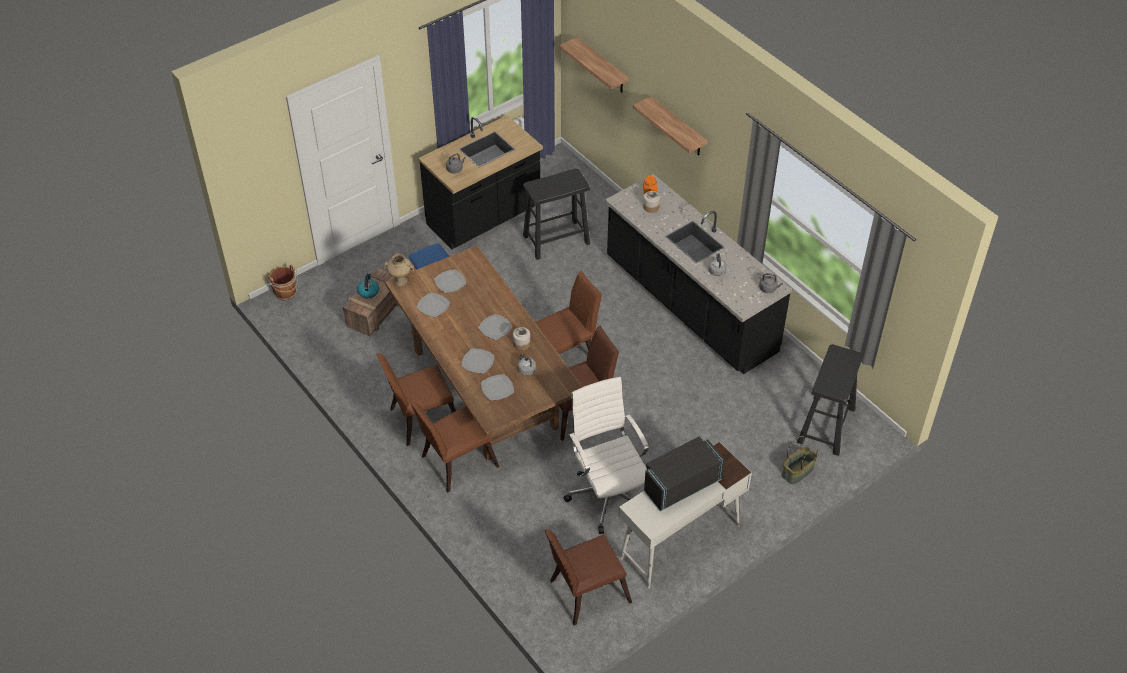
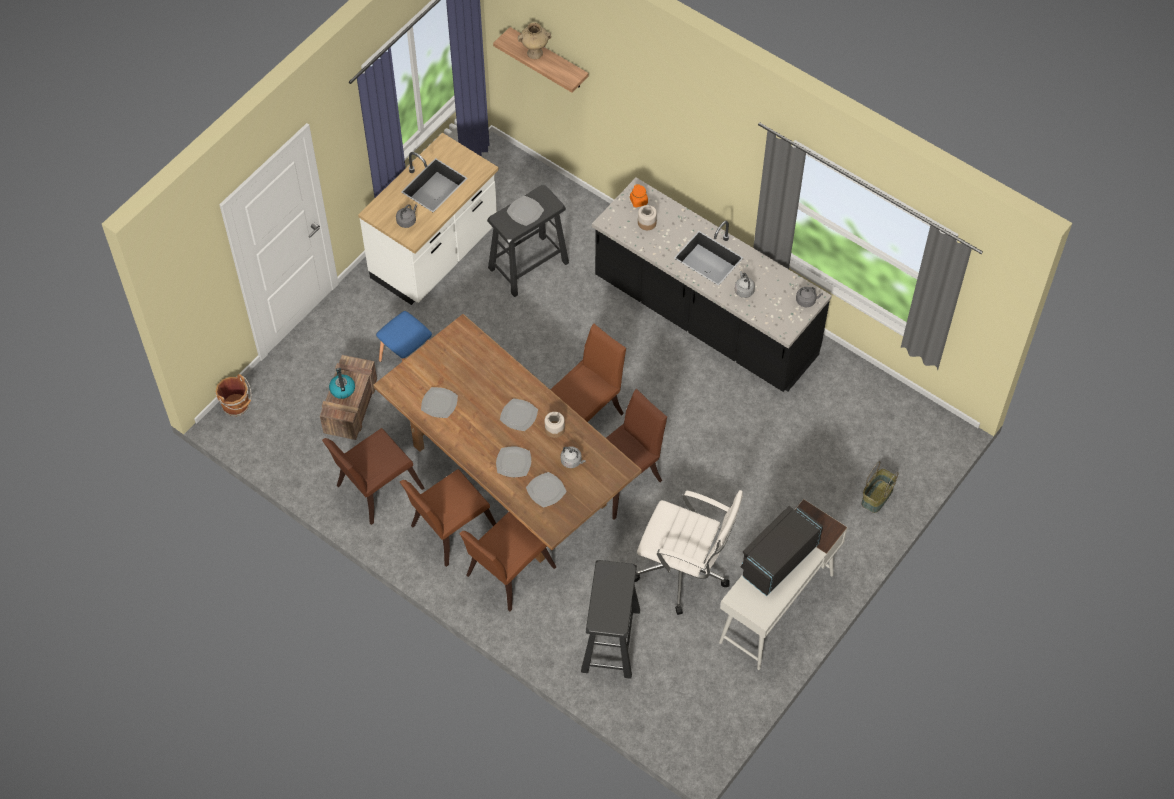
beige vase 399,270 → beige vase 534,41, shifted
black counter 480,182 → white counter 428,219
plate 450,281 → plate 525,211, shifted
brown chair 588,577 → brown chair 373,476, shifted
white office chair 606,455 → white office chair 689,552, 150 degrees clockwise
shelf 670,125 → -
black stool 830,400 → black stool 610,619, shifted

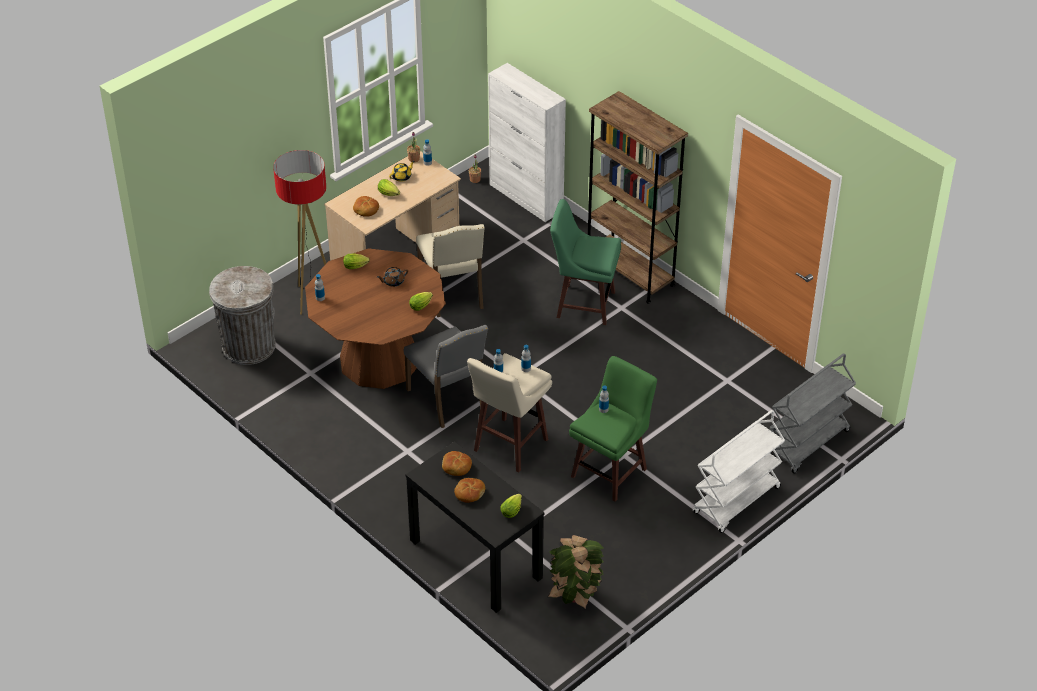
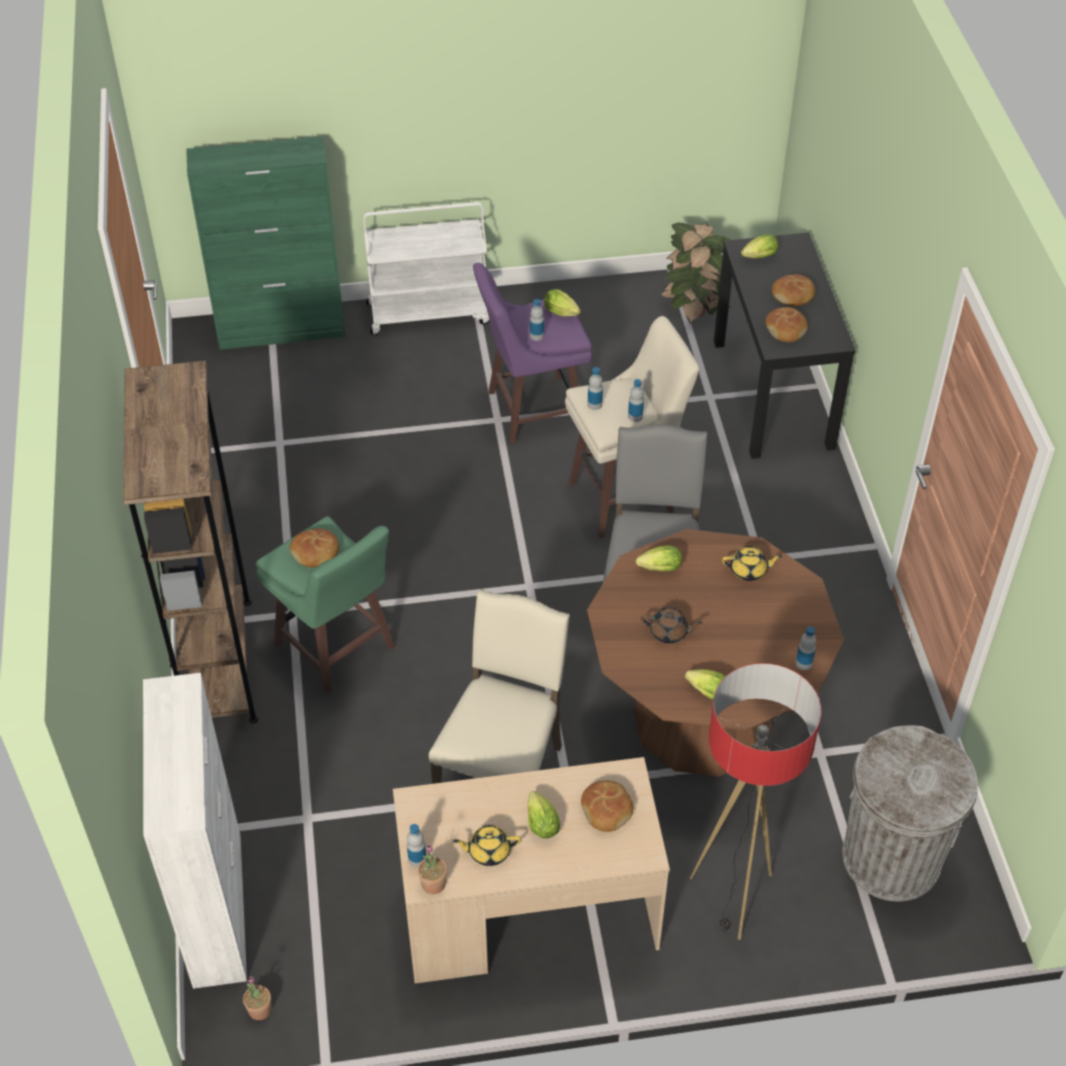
green stool 613,429 → purple stool 532,353
grey cart 812,413 → green cabinet 266,243
- → bread 314,547
- → lettuce 562,303
- → yellow teapot 752,563

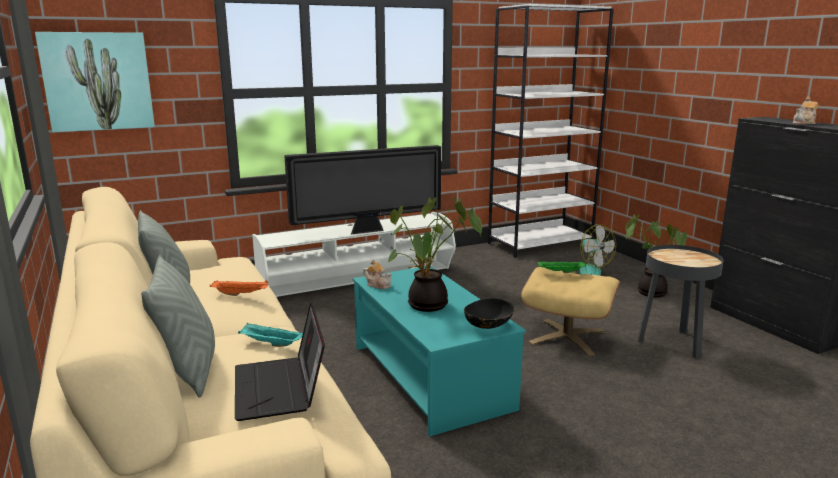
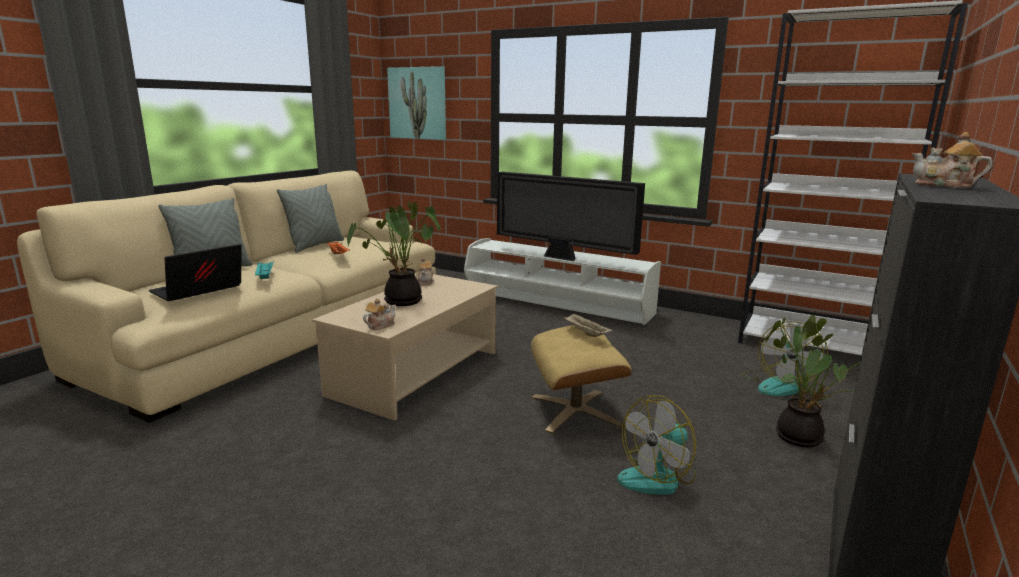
turquoise coffee table 439,351 → beige coffee table 405,347
black bowl 489,313 → teapot 379,314
green tray 561,267 → beige tray 588,325
black side table 680,302 → fan 656,445

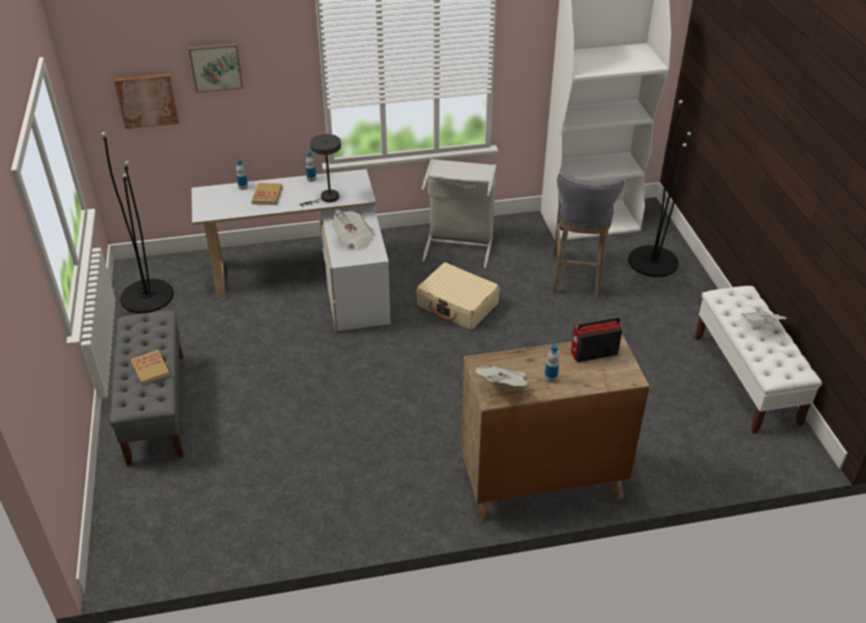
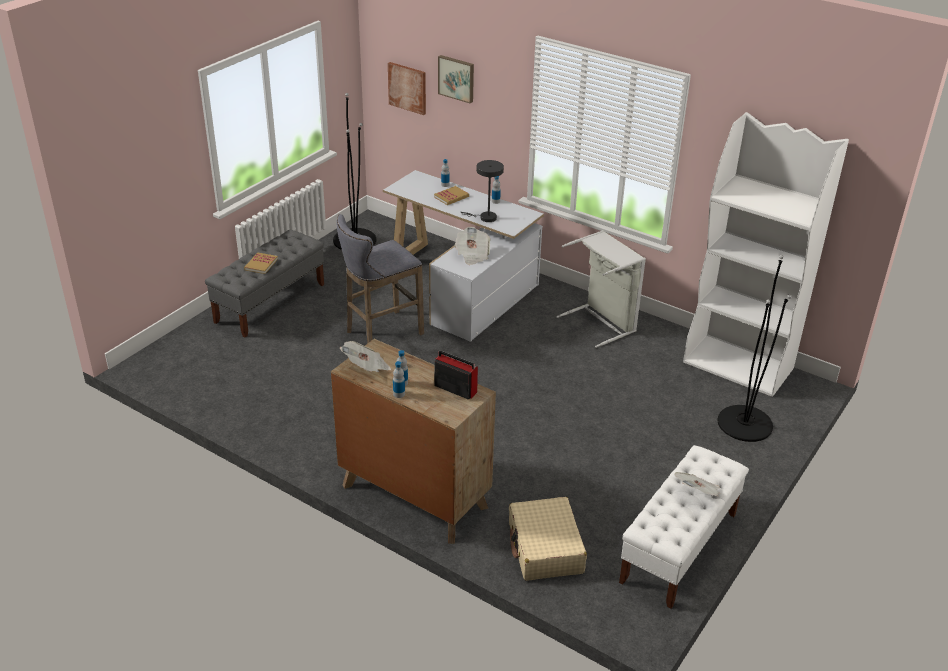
beige suitcase 458,296 → beige suitcase 548,539, shifted
grey stool 588,236 → grey stool 380,279, shifted
- → bottle 399,379

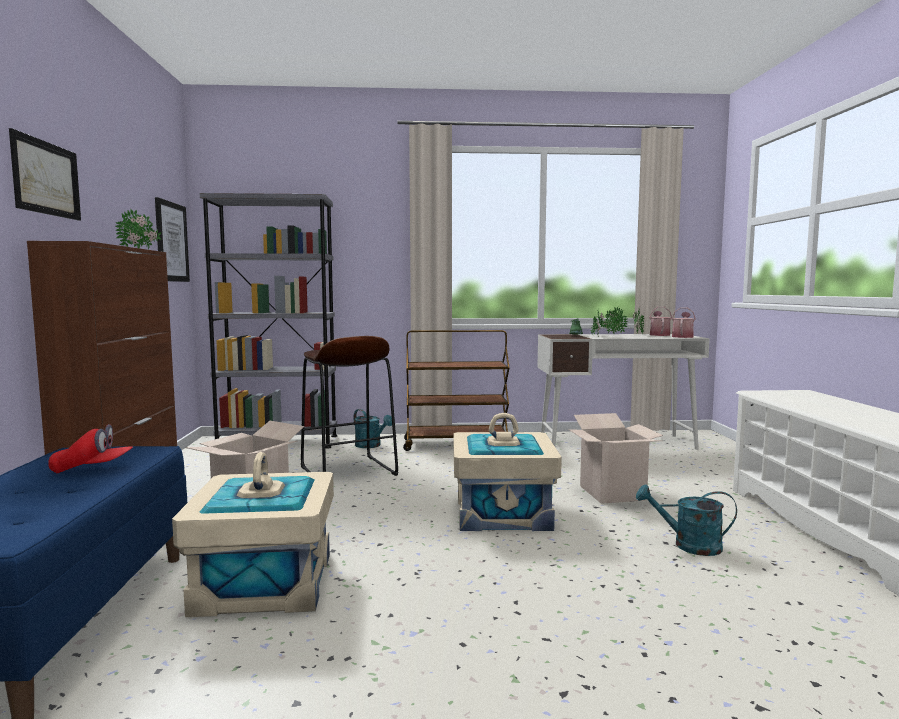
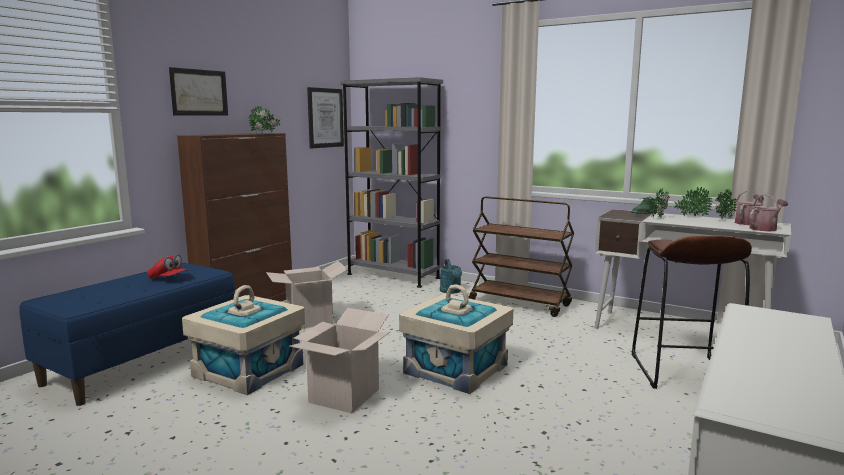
brown stool 350,406 → brown stool 692,312, shifted
cardboard box 615,458 → cardboard box 340,360, shifted
turquoise watering can 686,520 → -

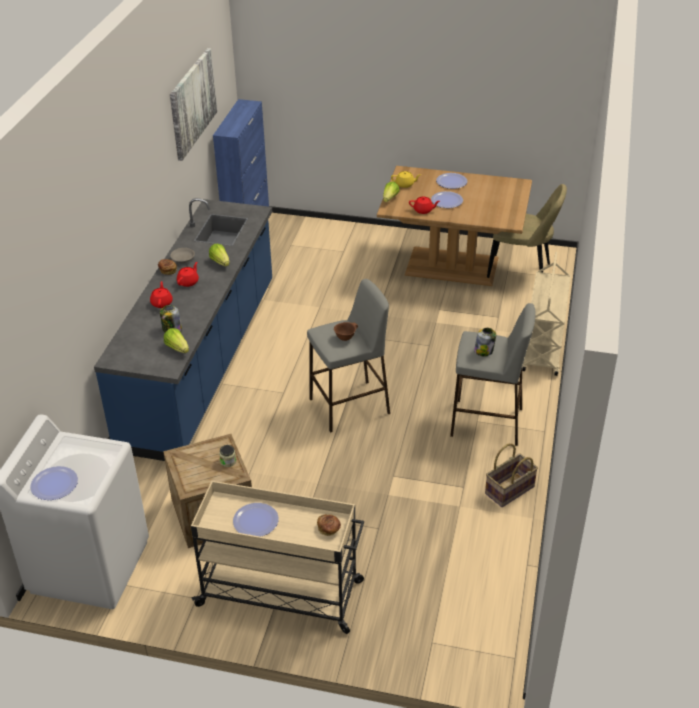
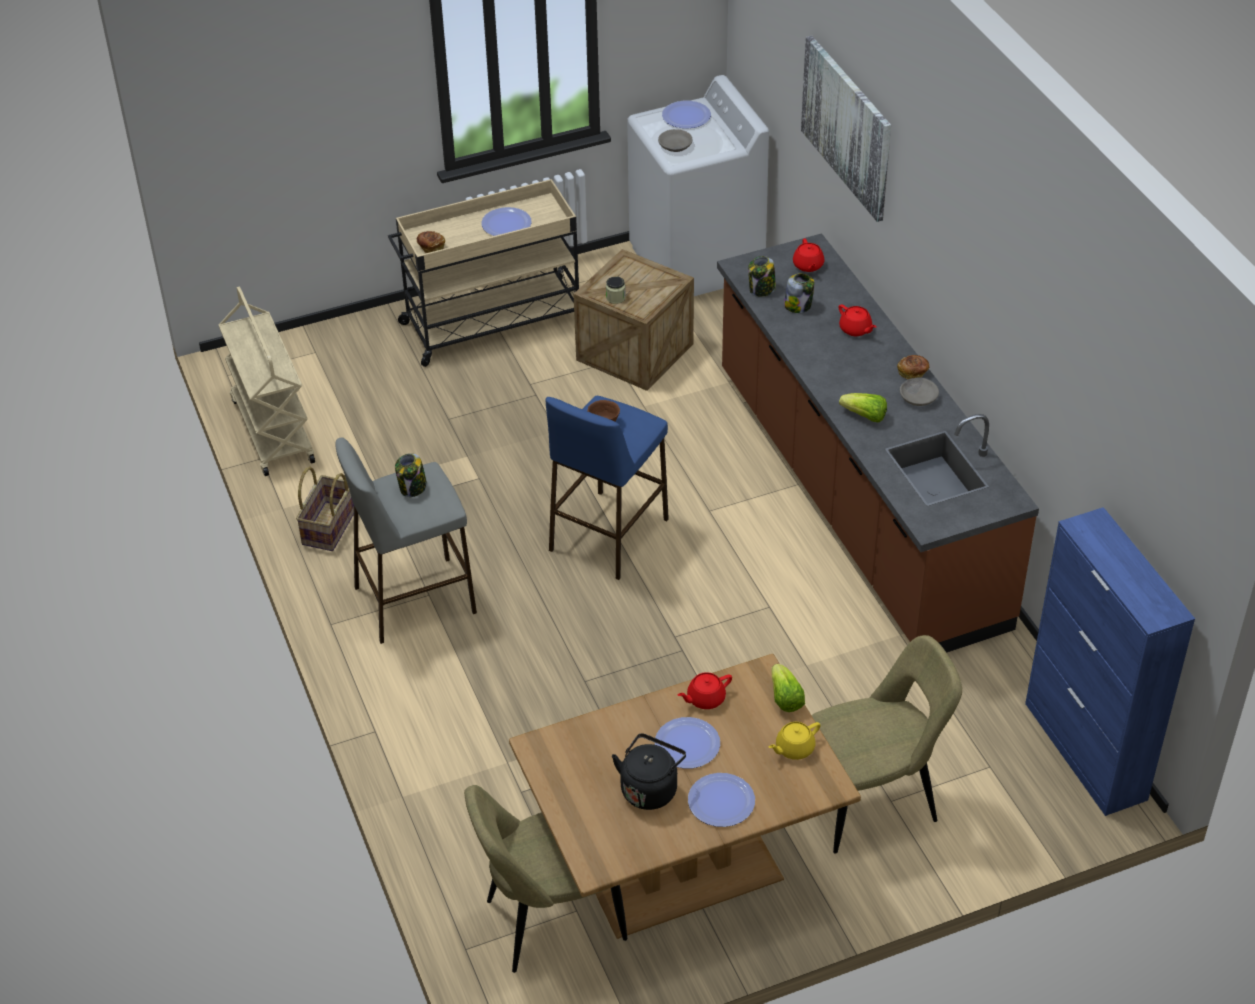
blue counter 183,329 → brown counter 878,443
lettuce 176,340 → jar 762,276
picture 193,104 → picture 846,129, shifted
red teapot 188,274 → red teapot 808,255, shifted
grey stool 348,356 → blue stool 607,488
beige cart 546,314 → beige cart 267,381, shifted
- → black kettle 649,771
- → grey bowl 675,140
- → beige chair 887,744

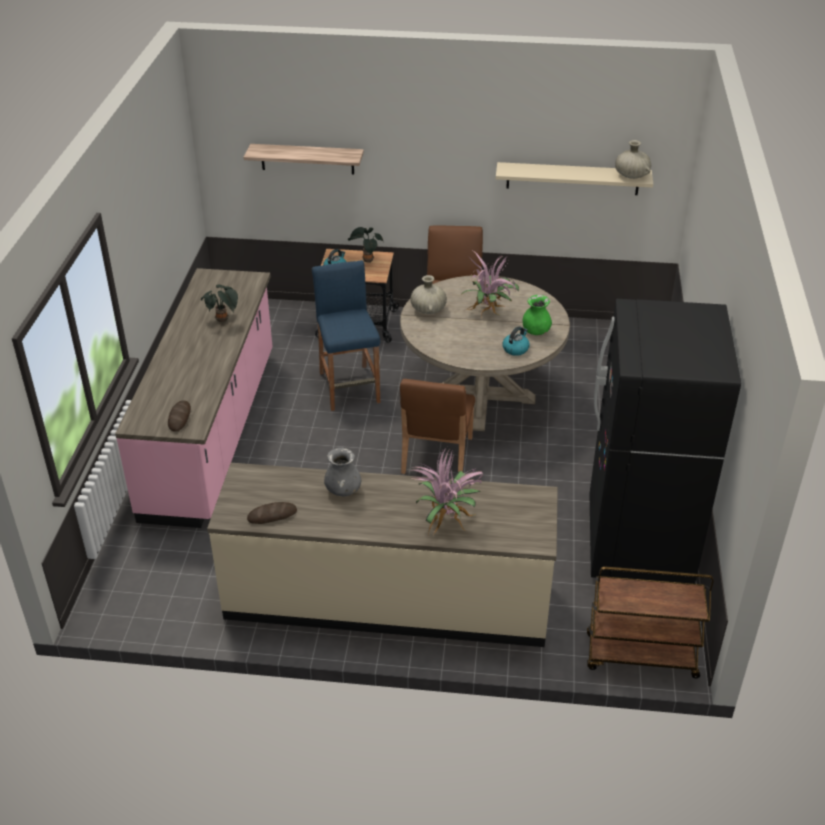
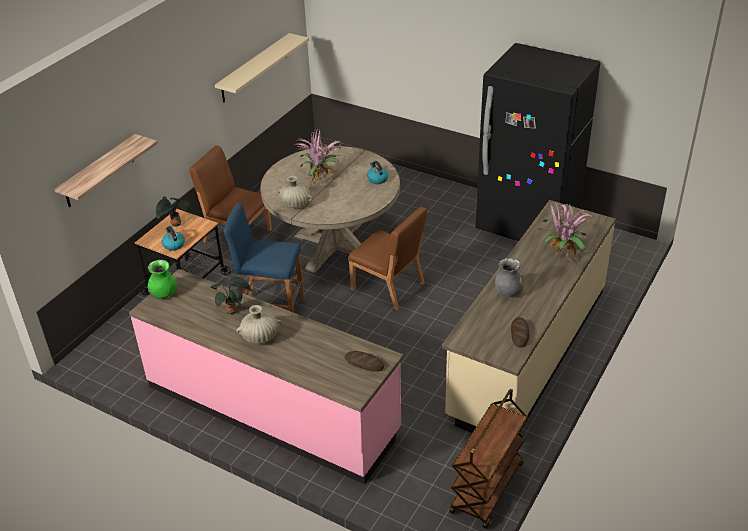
green vase 537,315 → green vase 162,279, shifted
brown cart 650,622 → brown cart 489,459, shifted
beige vase 633,159 → beige vase 259,324, shifted

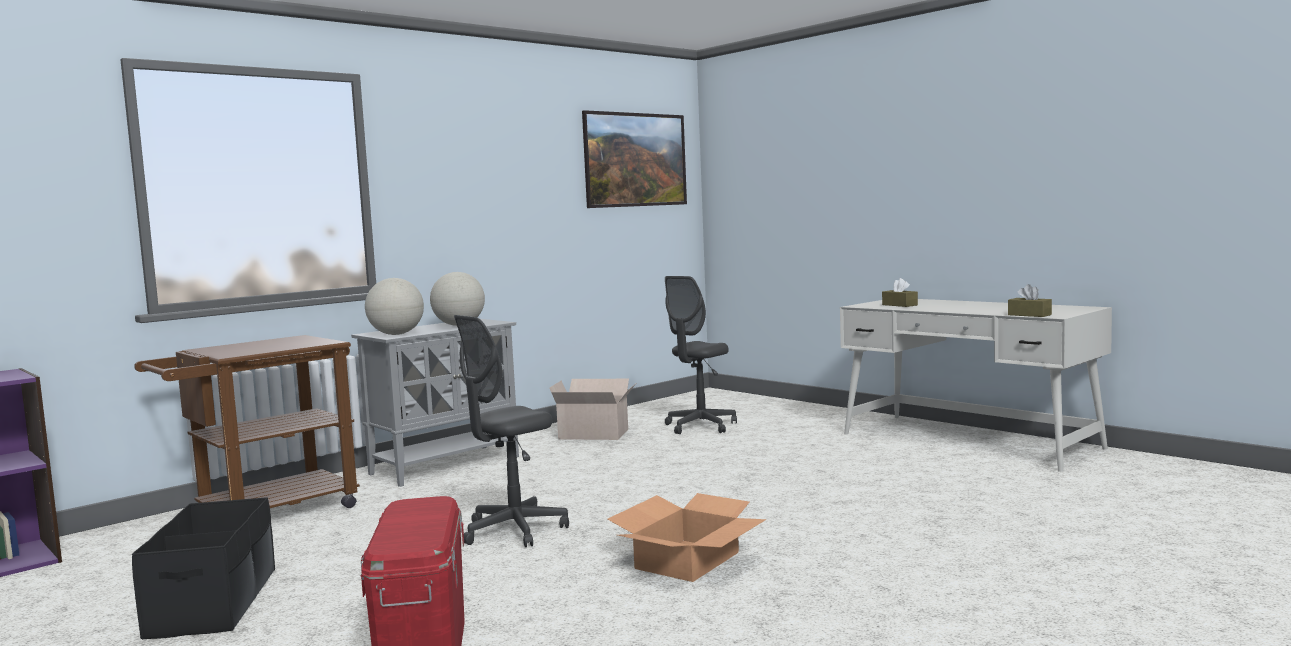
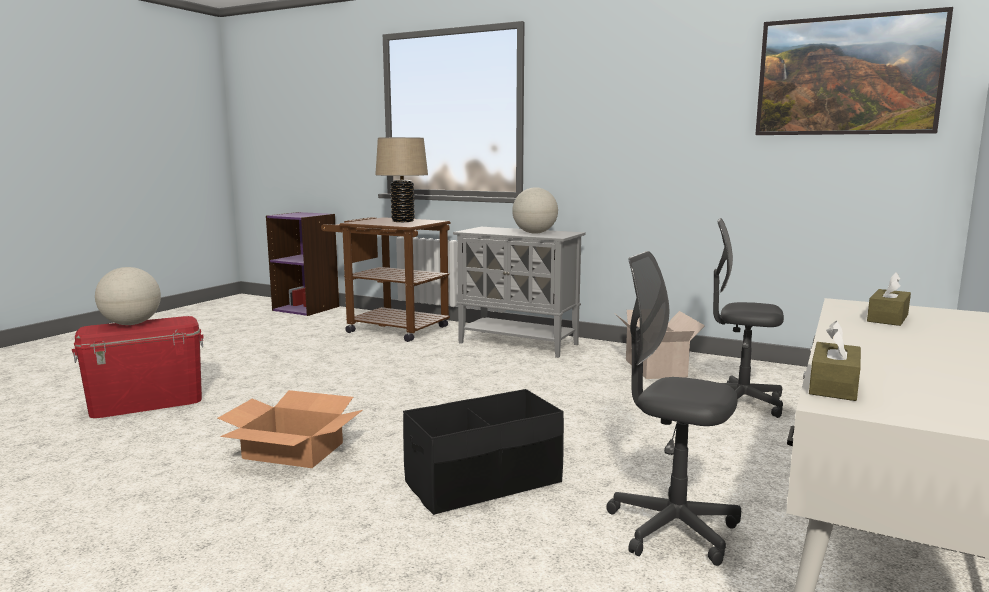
black storage box 203,568 → black storage box 483,452, shifted
globe 394,306 → globe 128,296, shifted
grey office chair 511,431 → grey office chair 673,408, shifted
- → beige table lamp 401,179

